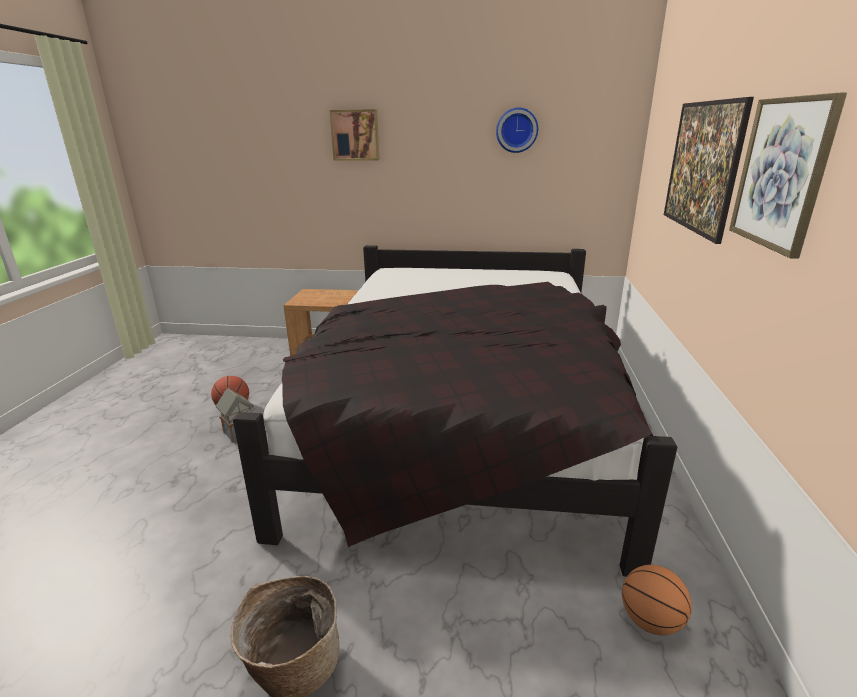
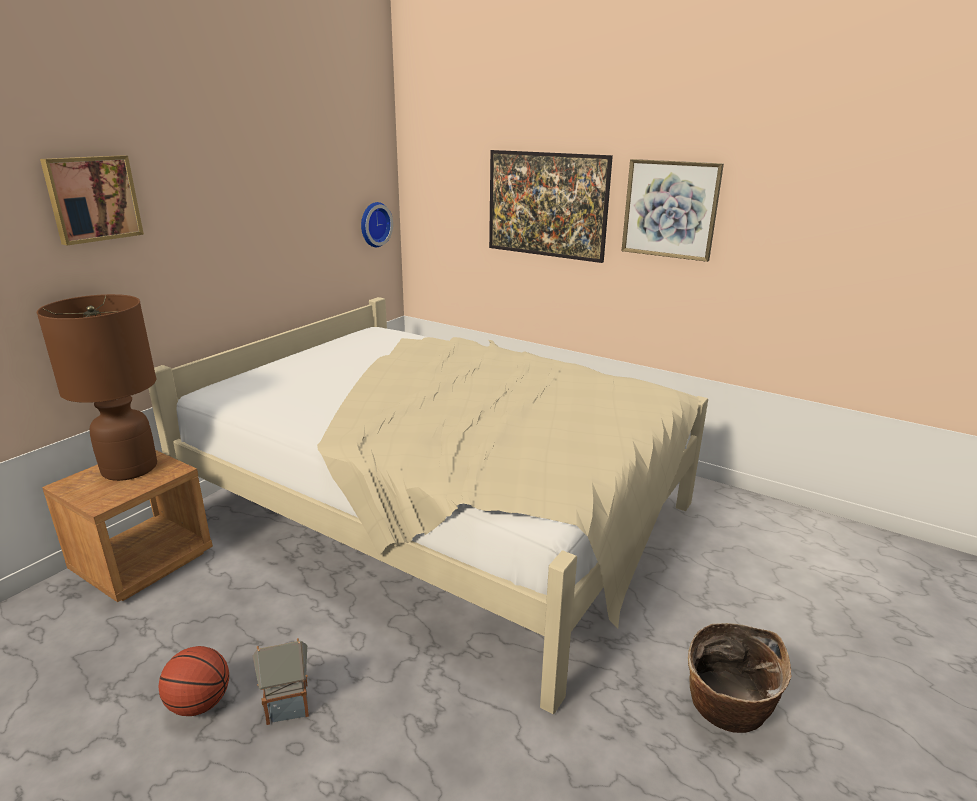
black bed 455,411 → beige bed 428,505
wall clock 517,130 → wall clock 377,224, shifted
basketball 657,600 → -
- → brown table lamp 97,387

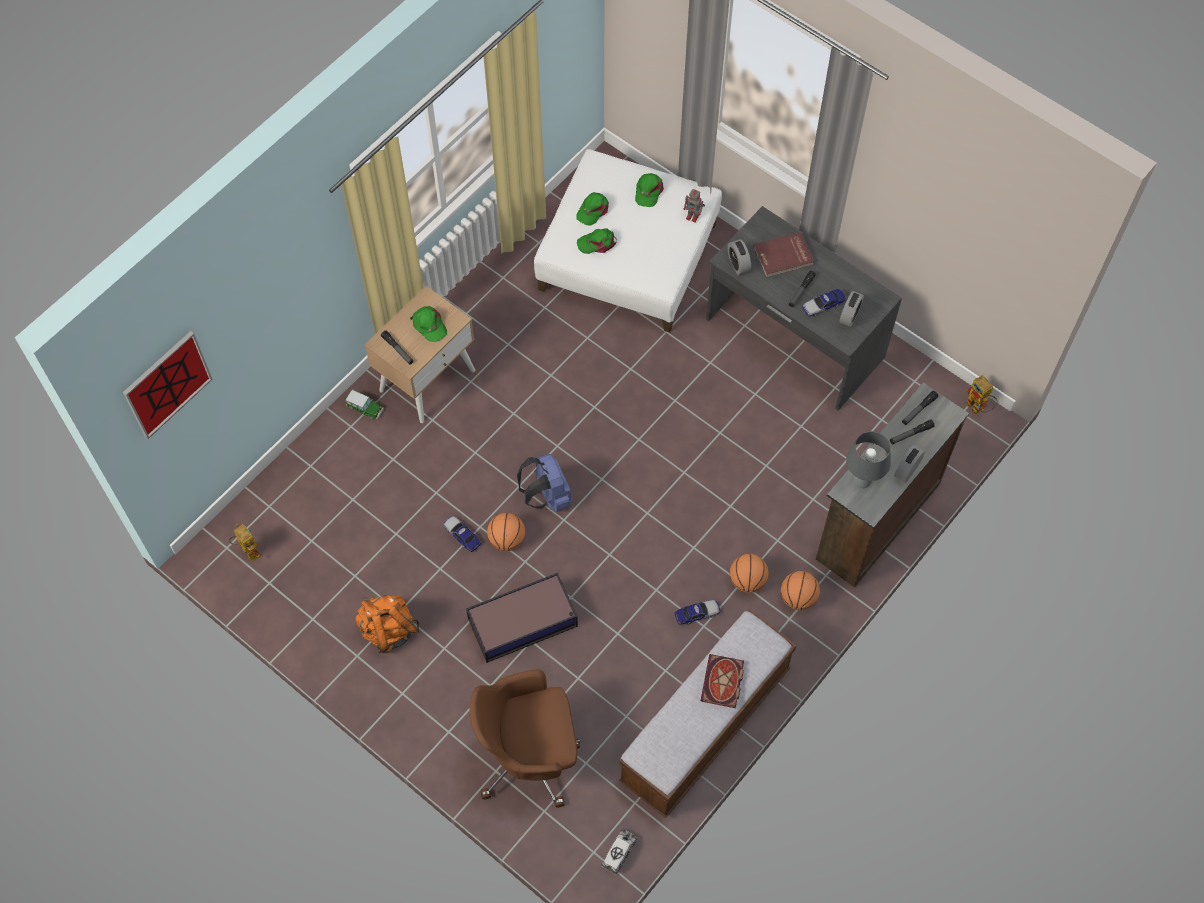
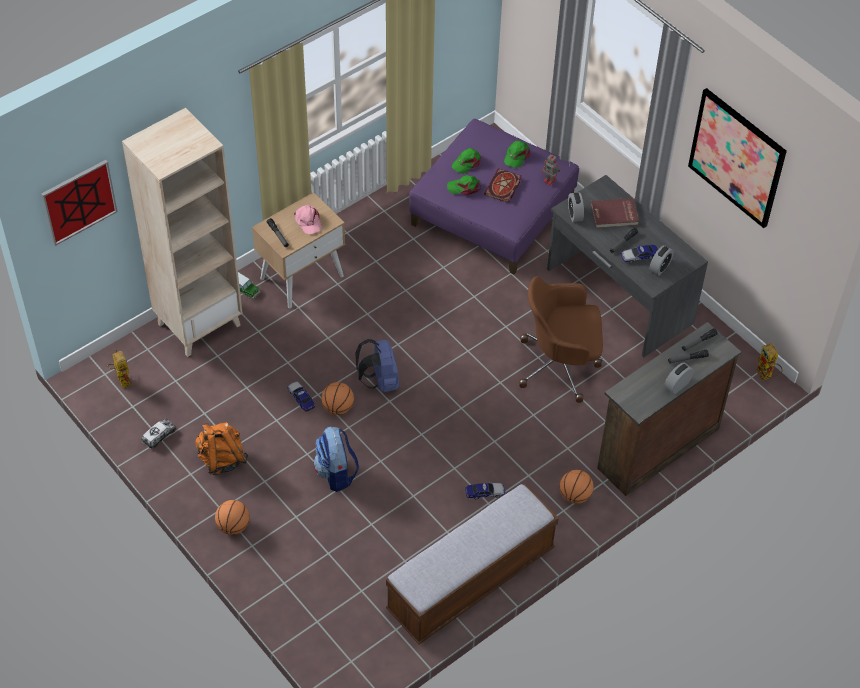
green cap 428,324 → pink cap 308,219
storage box 522,618 → backpack 336,459
brown office chair 524,738 → brown office chair 561,339, shifted
white ottoman 628,241 → purple ottoman 494,196
toy truck 619,851 → toy truck 159,434, shifted
book 722,681 → book 503,185, shifted
basketball 749,573 → basketball 232,517, shifted
grey table lamp 868,459 → -
- → beige bookcase 182,232
- → picture 737,158

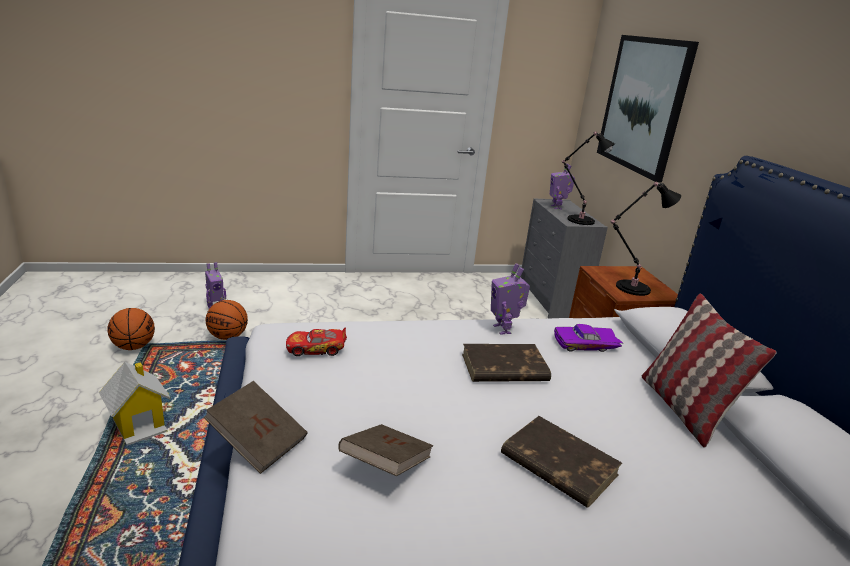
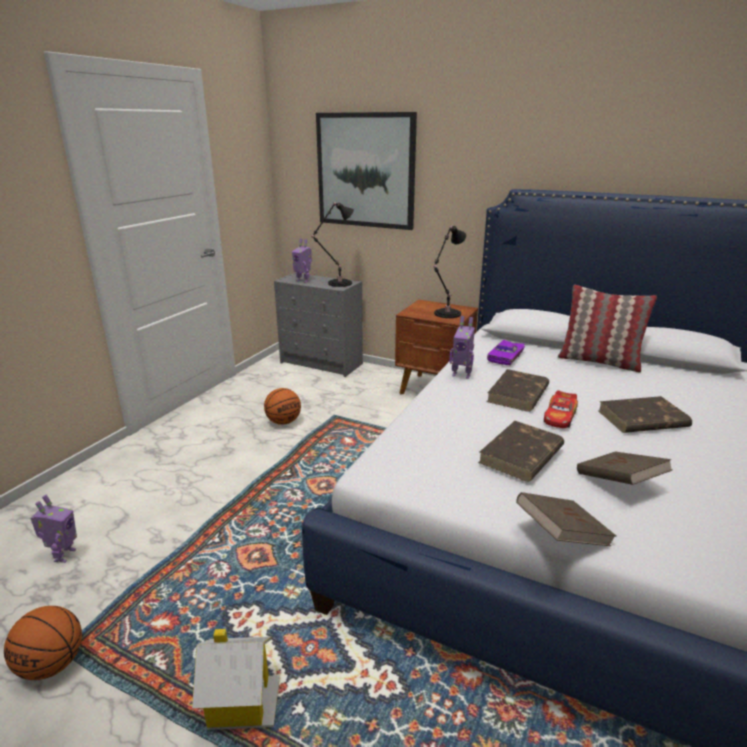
basketball 227,320 → basketball 282,406, shifted
toy car 316,342 → toy car 561,409, shifted
- → brown book 521,451

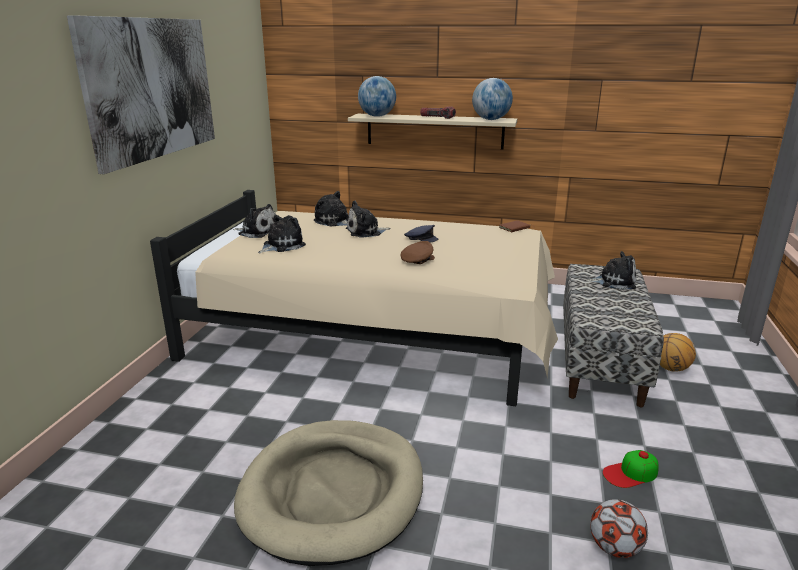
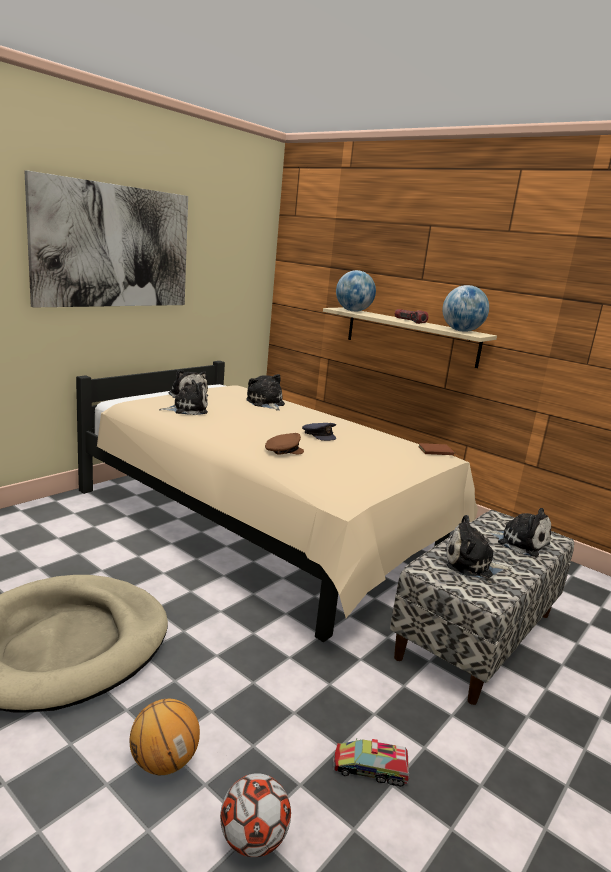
plush toy 368,219 → plush toy 478,546, shifted
cap 631,469 → toy truck 371,763
basketball 678,352 → basketball 164,737, shifted

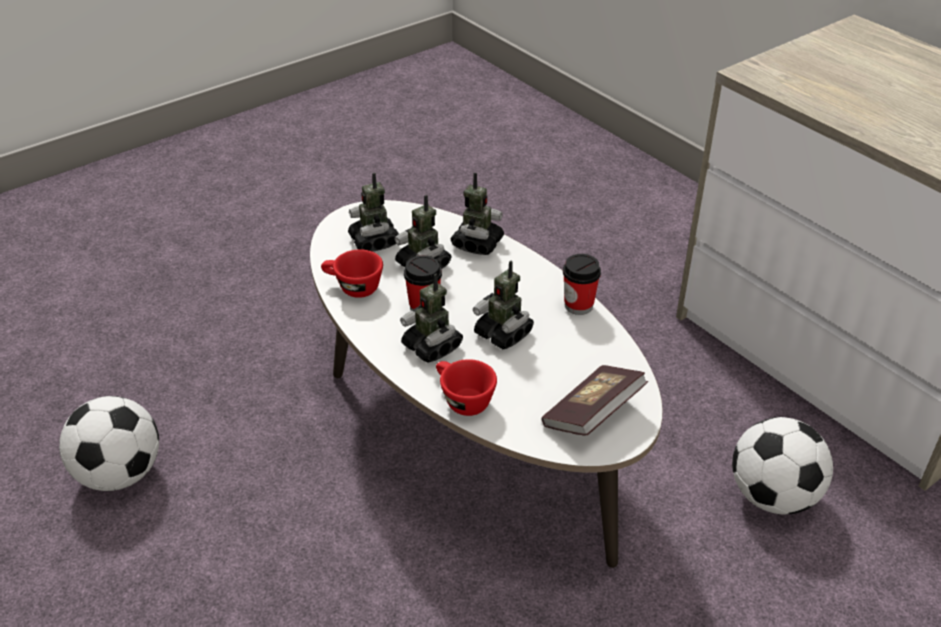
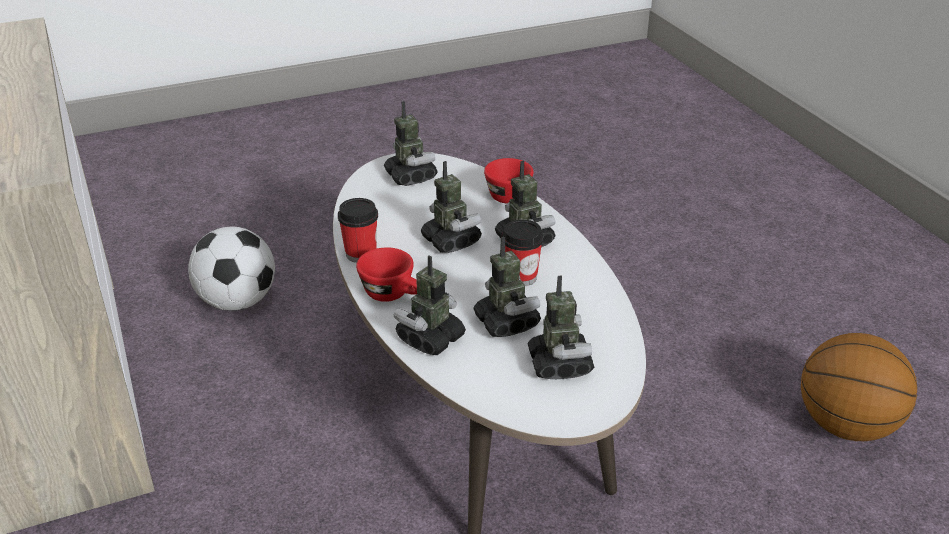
football 109,443 → basketball 859,387
red cup 352,273 → red cup 386,275, shifted
book 594,400 → toy robot 411,143

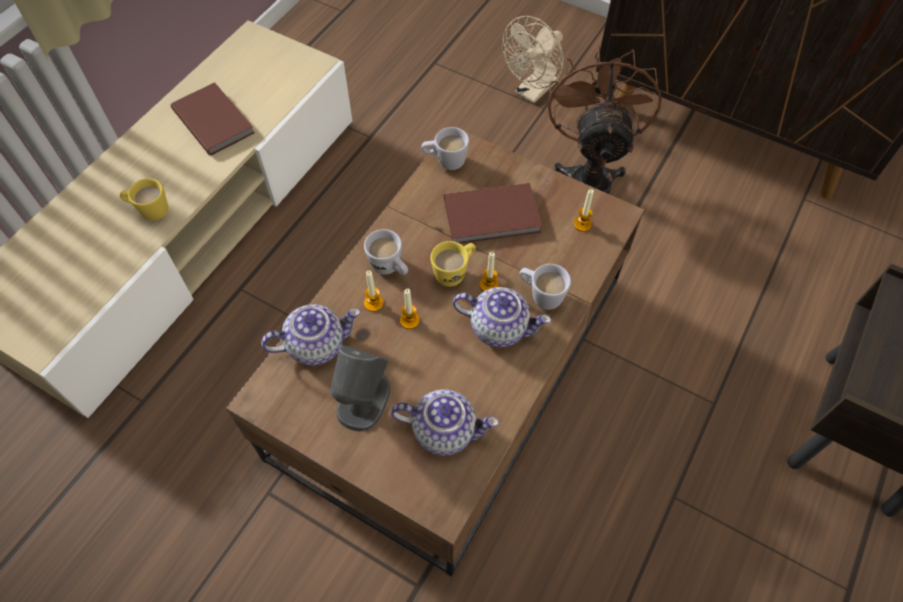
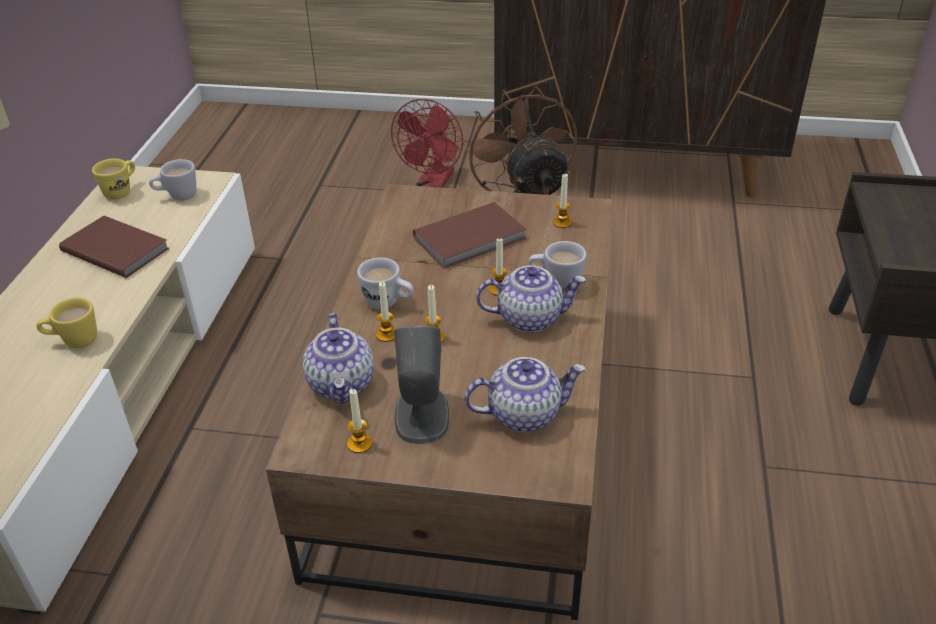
teapot 310,335 → teapot 338,358, 120 degrees clockwise
white mug 445,148 → white mug 173,180, shifted
yellow mug 453,264 → yellow mug 113,179, shifted
beige fan 532,59 → red fan 427,143
- → candle 360,421

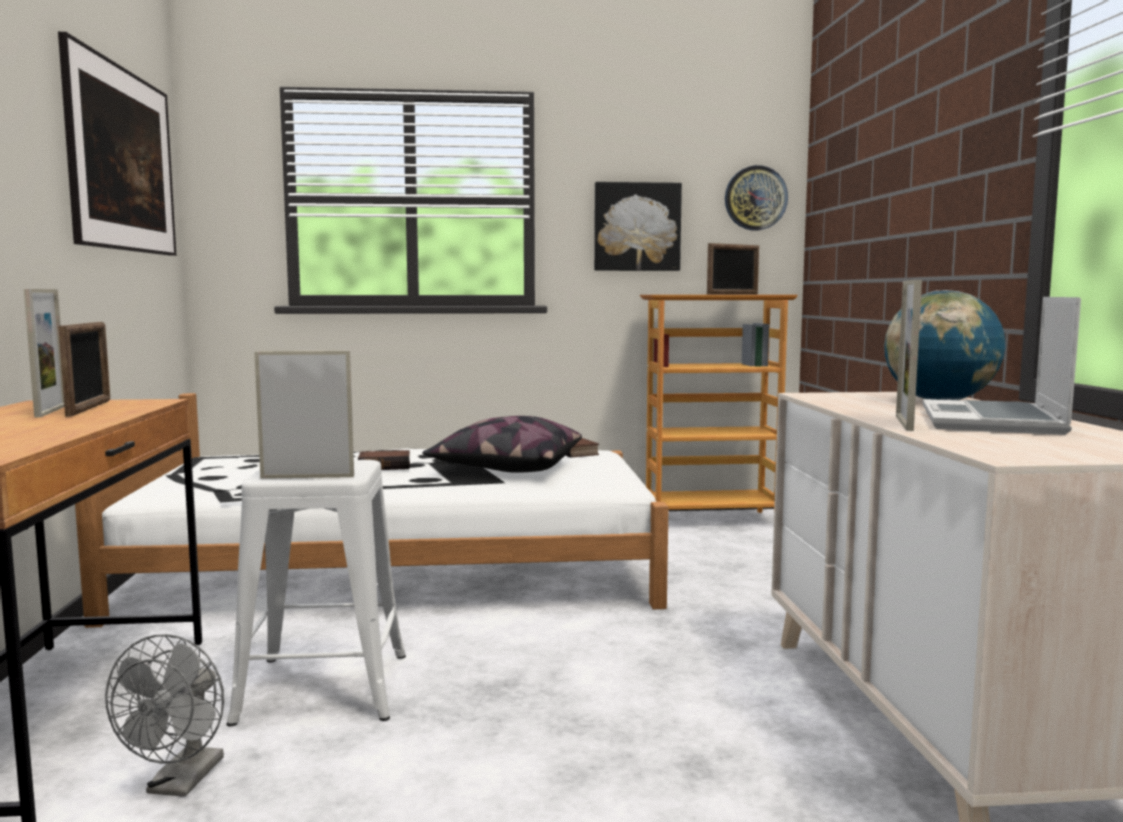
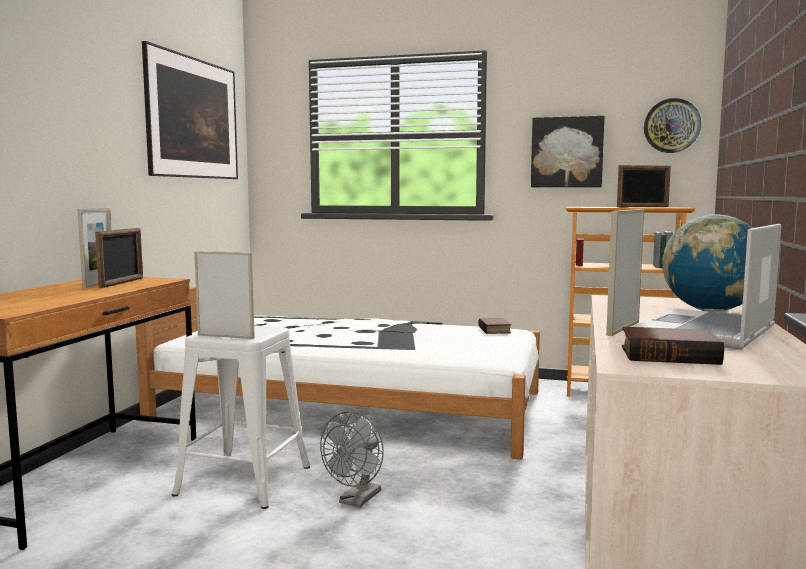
grey fan 164,715 → grey fan 352,459, shifted
book 384,460 → book 673,346, shifted
pillow 502,444 → -

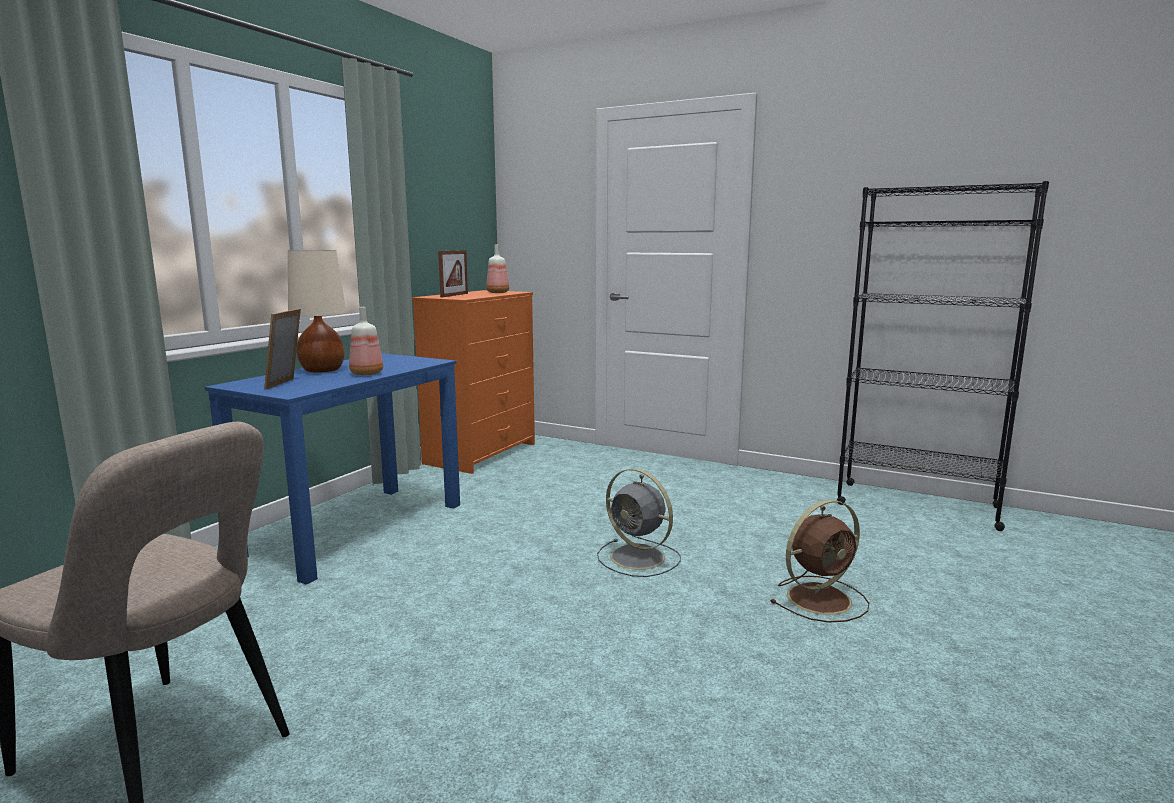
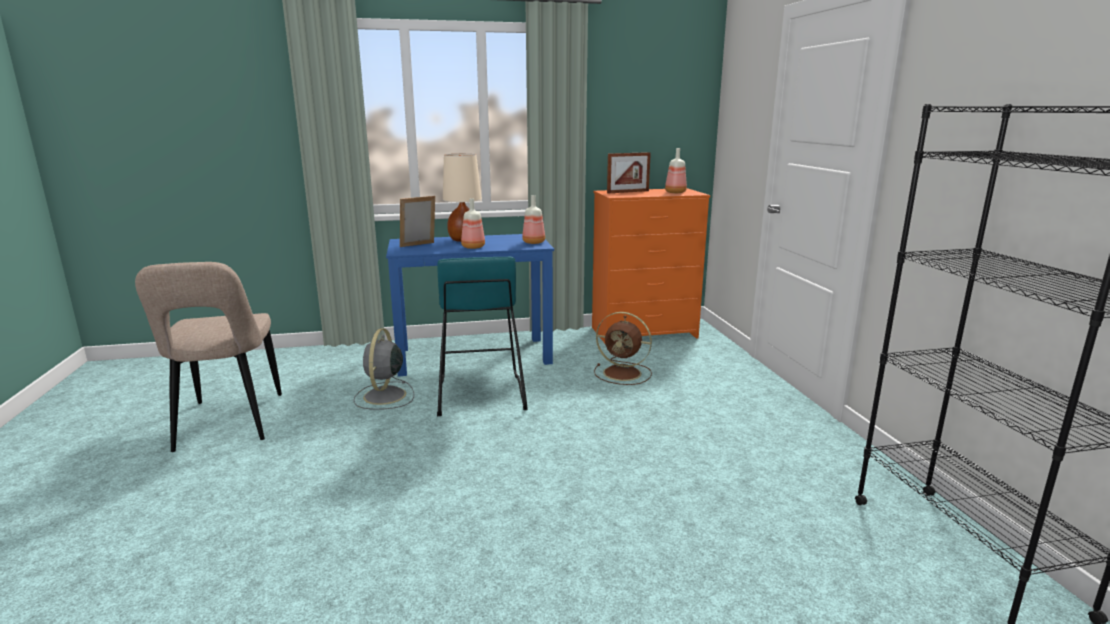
grey fan 639,522 → grey fan 383,369, shifted
brown fan 819,561 → brown fan 623,348, shifted
- → turquoise stool 482,336
- → bottle 533,219

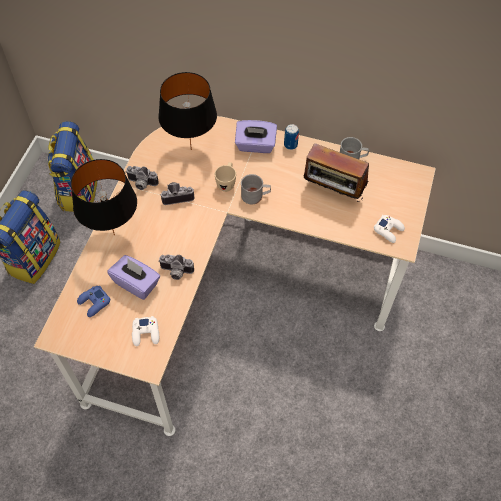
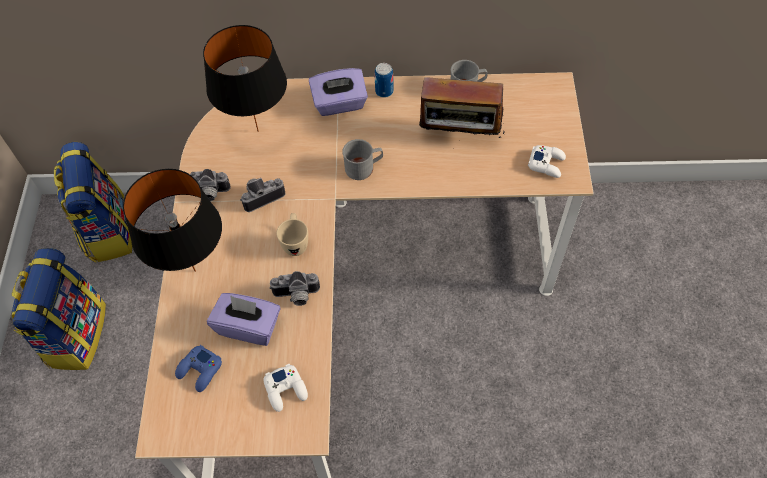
beige mug 225,177 → beige mug 292,234, shifted

